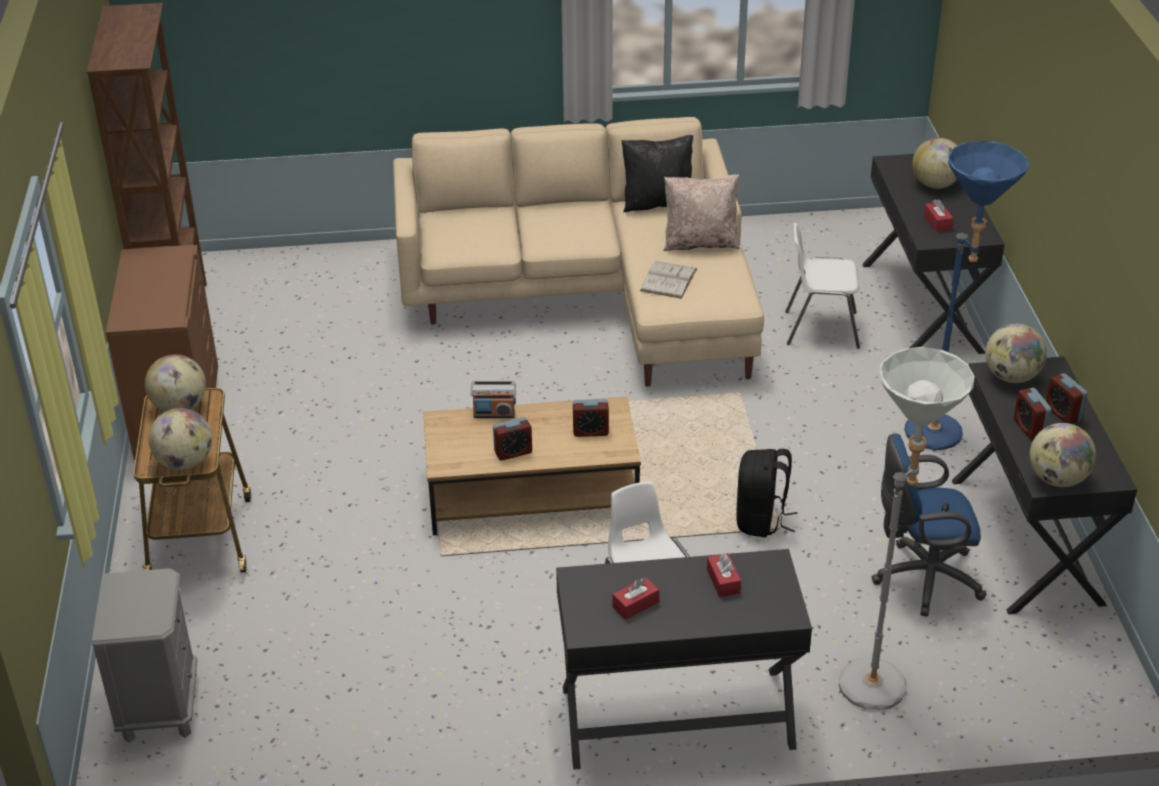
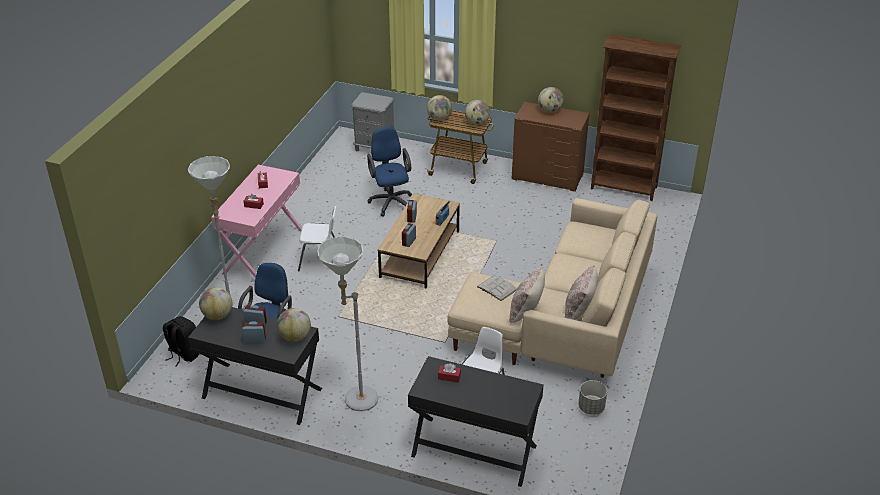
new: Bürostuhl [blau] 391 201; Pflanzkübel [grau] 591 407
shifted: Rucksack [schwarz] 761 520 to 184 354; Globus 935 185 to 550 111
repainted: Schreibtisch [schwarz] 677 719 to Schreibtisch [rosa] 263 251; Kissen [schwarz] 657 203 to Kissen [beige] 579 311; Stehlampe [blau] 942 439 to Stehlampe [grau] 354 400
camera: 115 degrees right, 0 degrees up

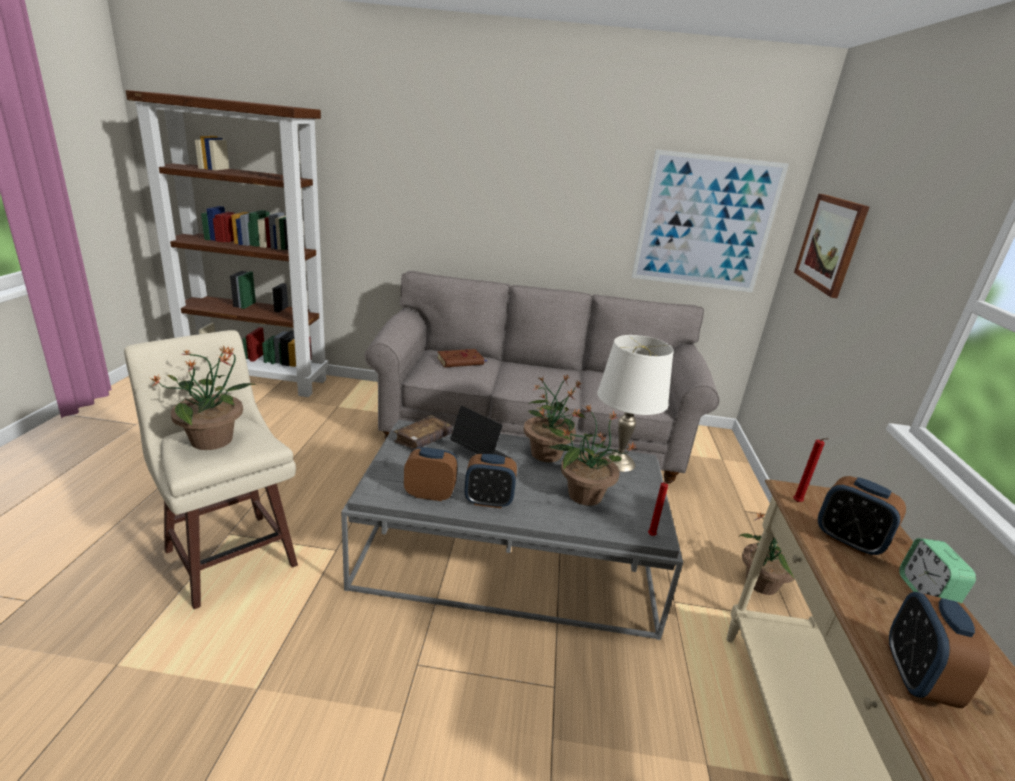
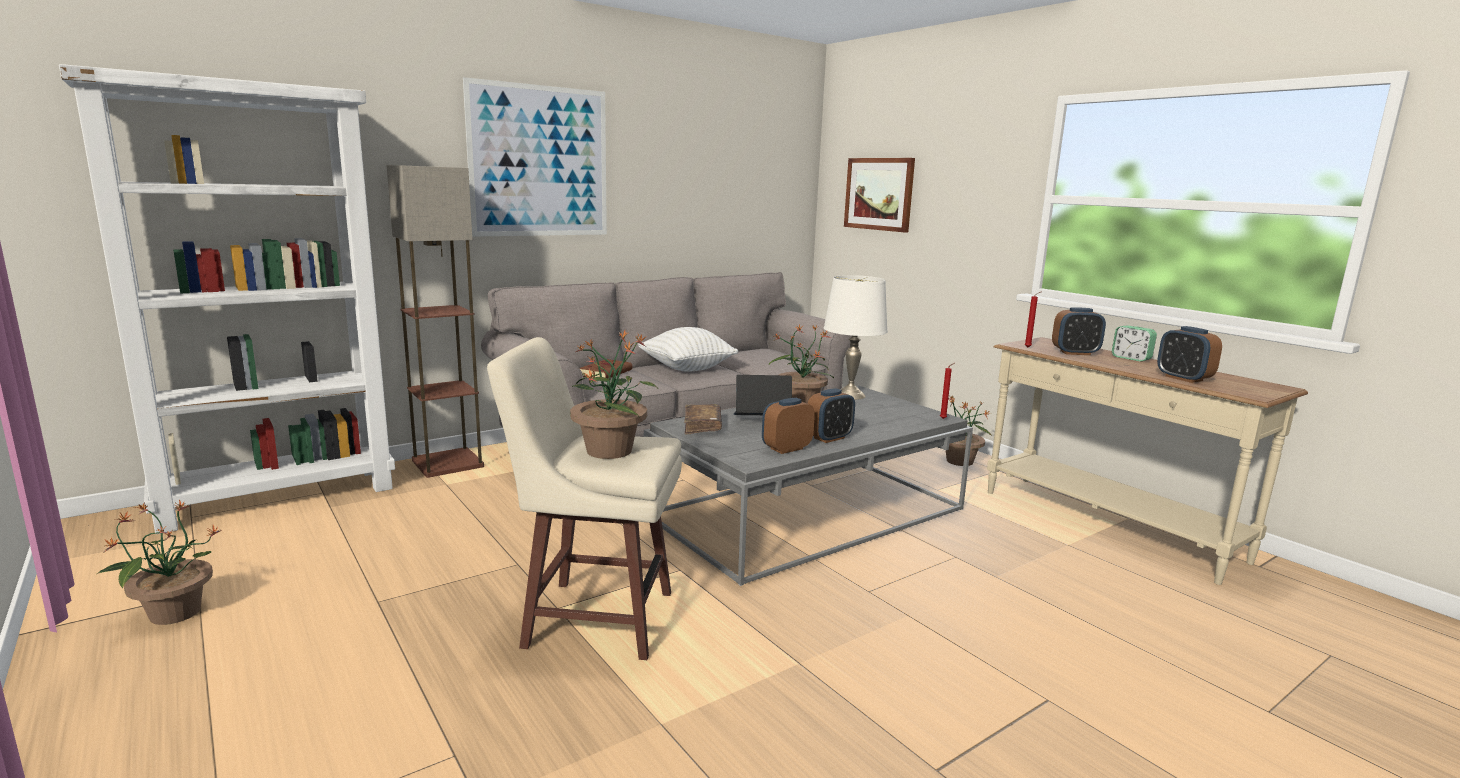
new: Stehlampe 448 463; Kissen [weiß] 687 368
shifted: Topfpflanze 583 494 to 173 613; Bild 705 223 to 539 162
repainted: Bücherregal [braun] 257 379 to Bücherregal [weiß] 280 497
camera: 40 degrees left, 10 degrees down

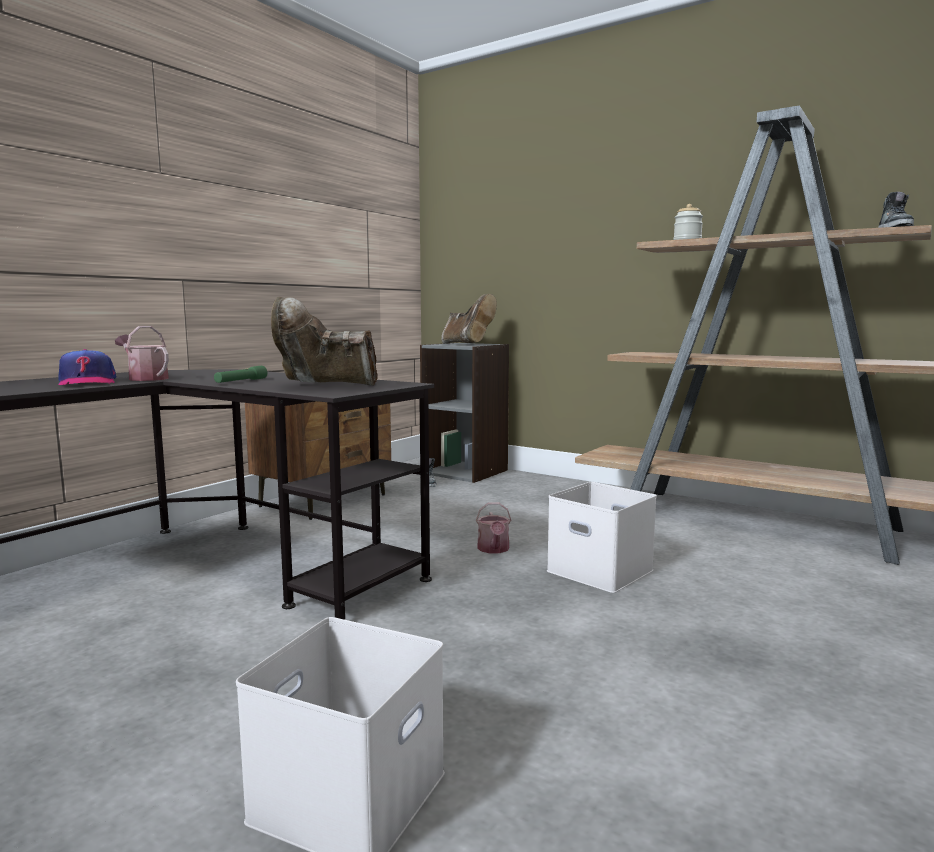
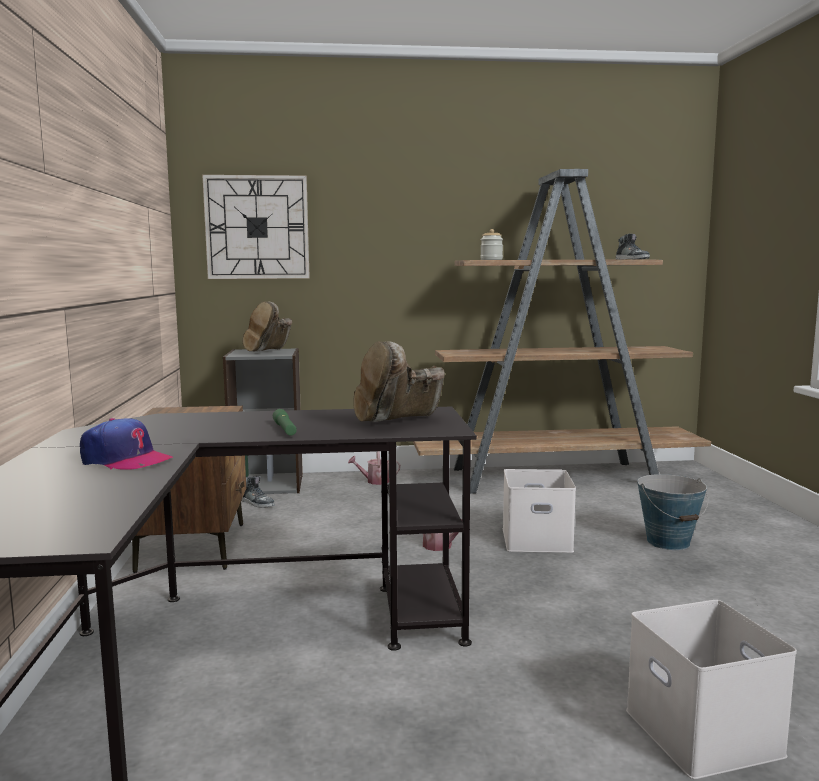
new: Wanduhr 257 227; Eimer 668 542
shifted: Gießkanne 145 378 to 374 481
rotated: Stiefel [braun] 467 344 = 269 352 105 degrees clockwise
camera: 40 degrees left, 0 degrees up

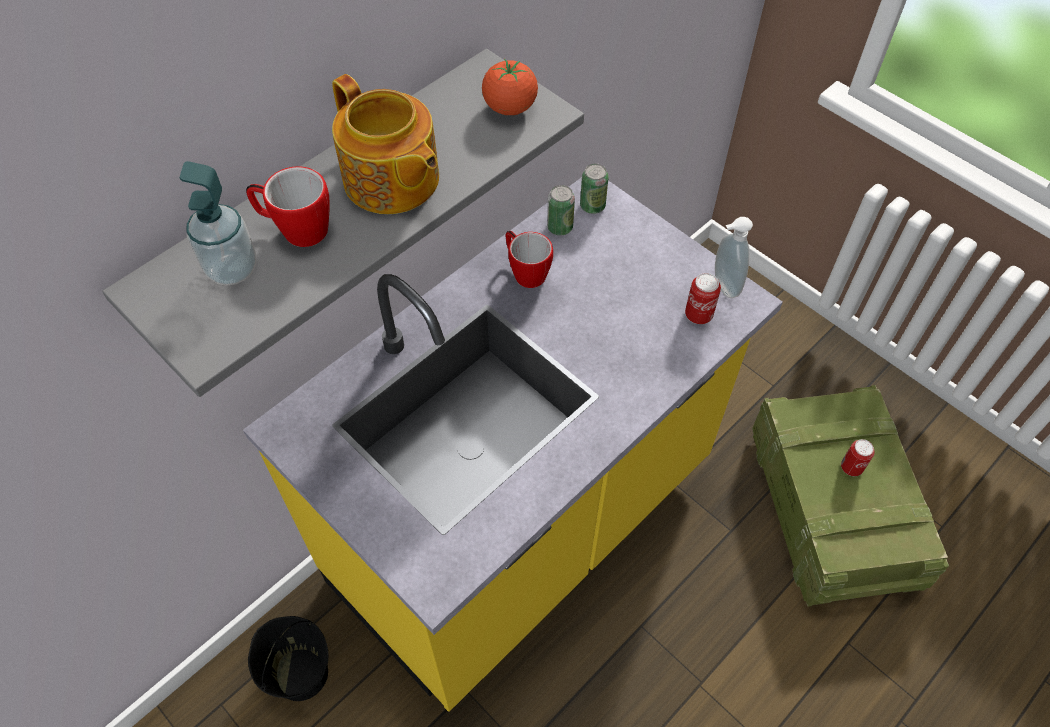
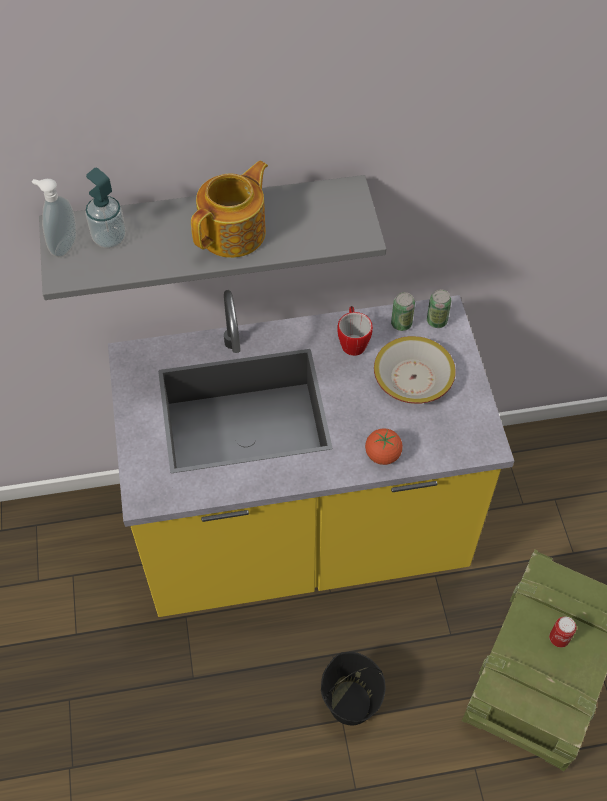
gone: Henkelbecher 296 229; Dose 698 315
new: Schüssel 413 378
shifted: Eimer [schwarz] 300 674 to 350 702; Tomate 510 108 to 382 455; Seifenspender 723 286 to 63 245
rotated: Teekanne 391 181 = 234 232 135 degrees counterclockwise
camera: 35 degrees right, 0 degrees up

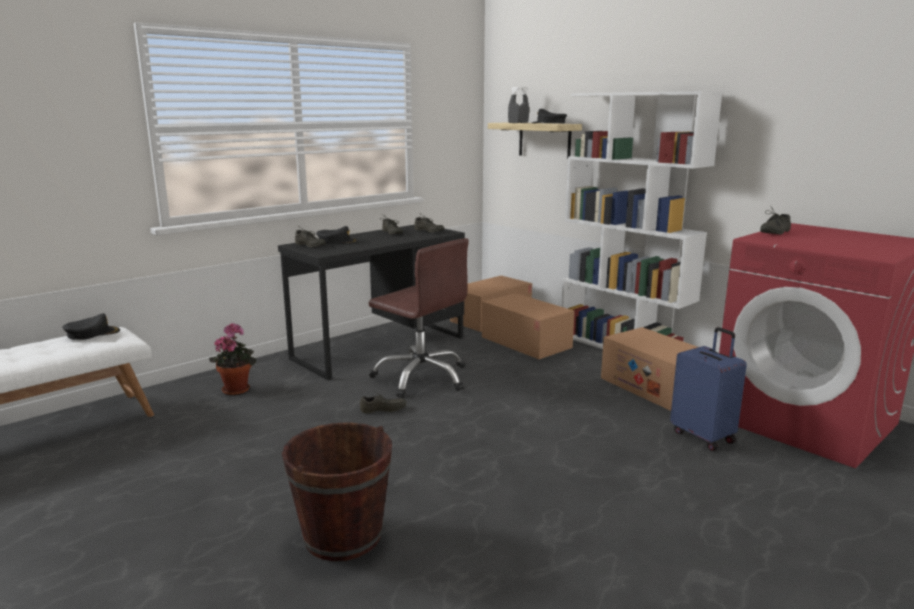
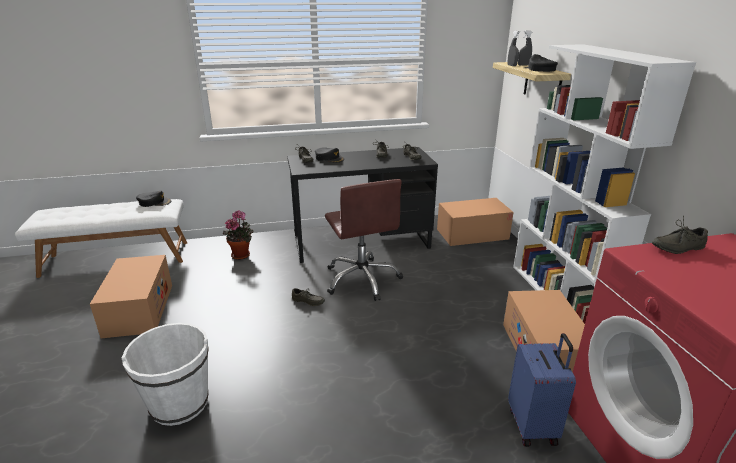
shifted: Karton 526 342 to 139 309
repainted: Eimer [braun] 342 536 to Eimer [weiß] 179 403
camera: 30 degrees right, 10 degrees up

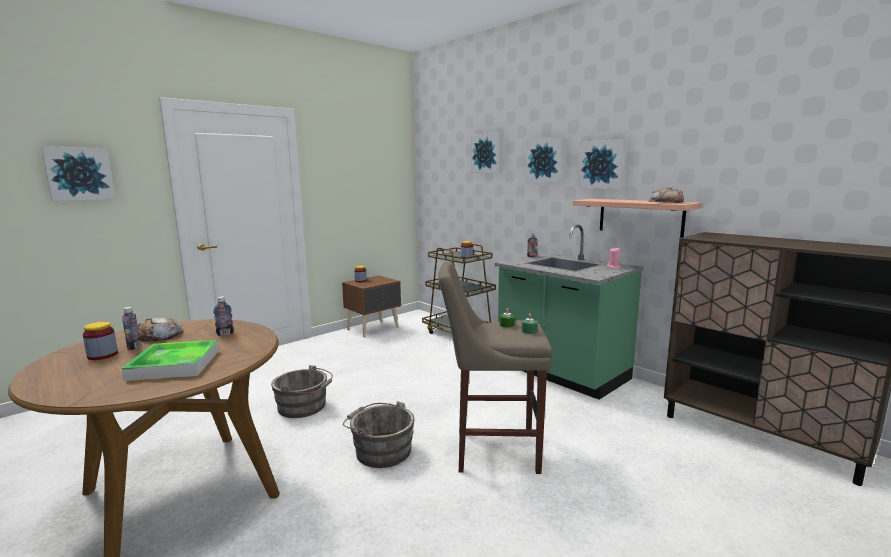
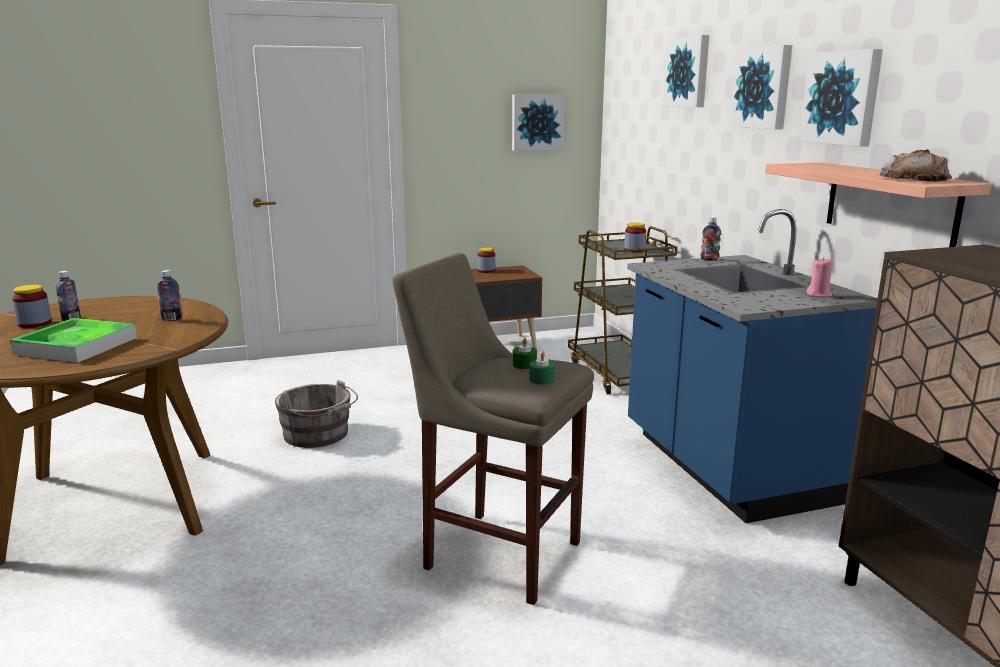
gone: Brot 159 335; Eimer [grau] 380 450
shifted: Bild 79 173 to 537 122
repainted: Küchenzeile [grün] 561 373 to Küchenzeile [blau] 724 467
camera: 25 degrees right, 5 degrees up

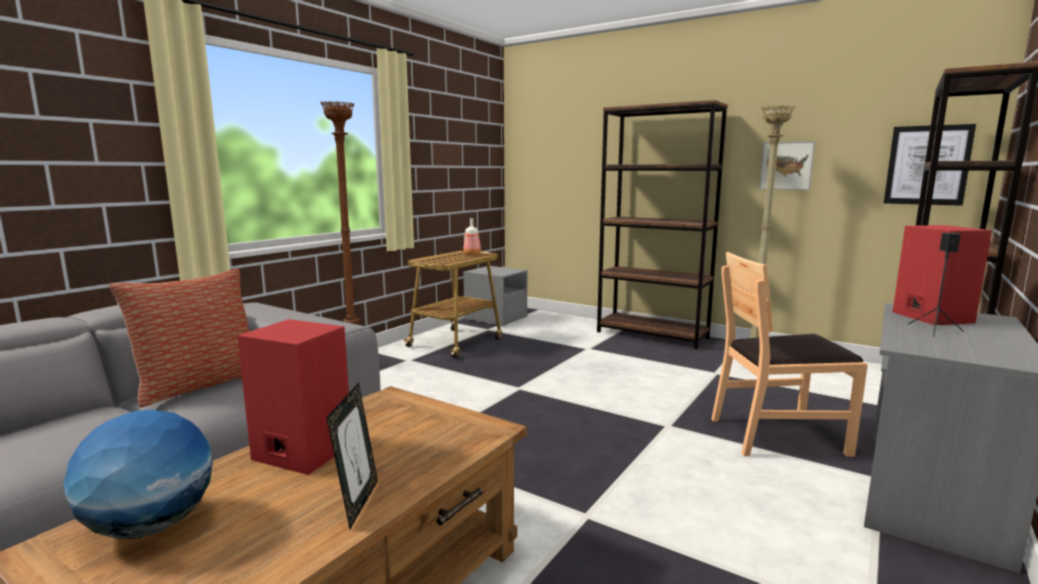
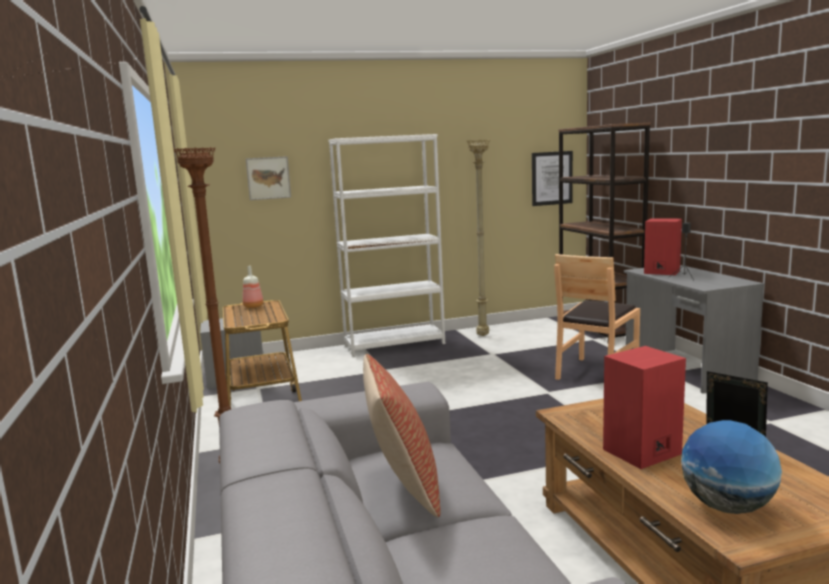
shifted: Bild 786 165 to 268 178
repainted: Bücherregal [braun] 652 335 to Bücherregal [weiß] 394 344
camera: 50 degrees left, 0 degrees up

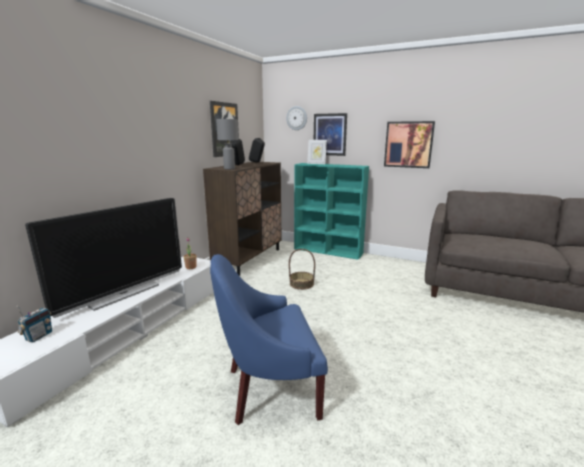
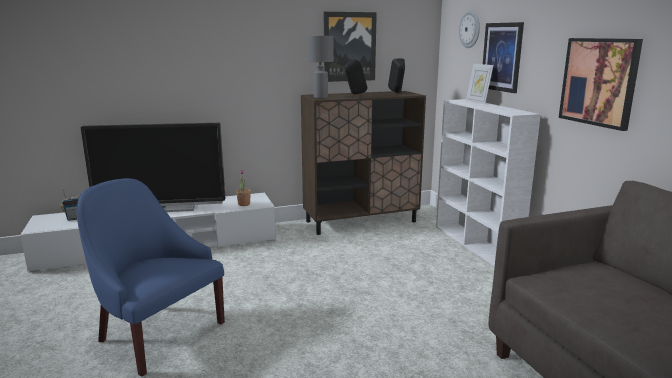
gone: Korb 301 284
repainted: Bücherregal [türkis] 328 251 to Bücherregal [weiß] 476 244
camera: 45 degrees right, 0 degrees up

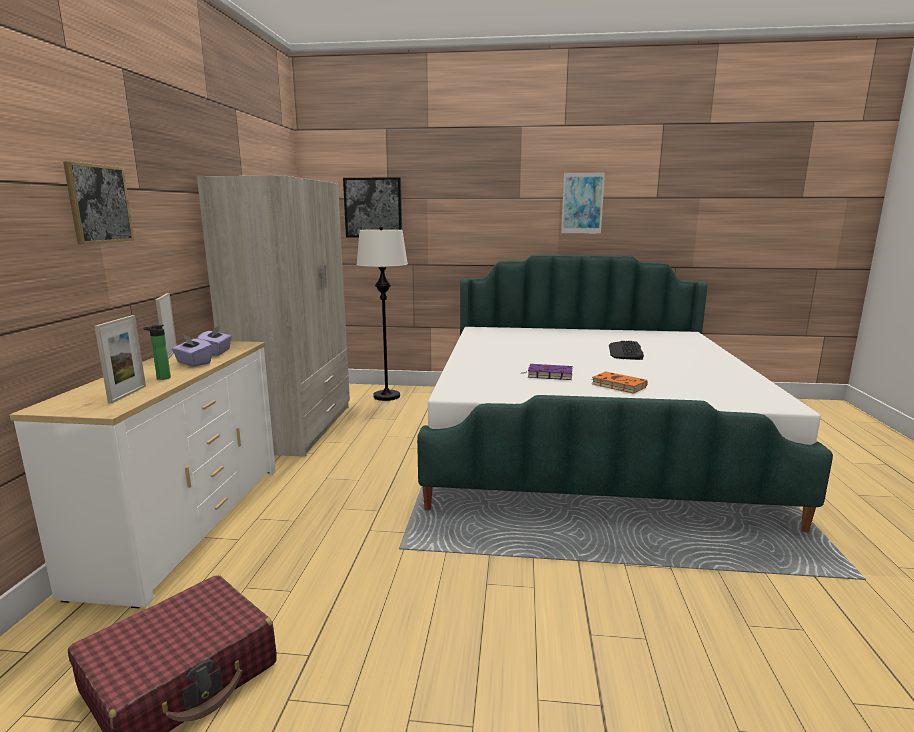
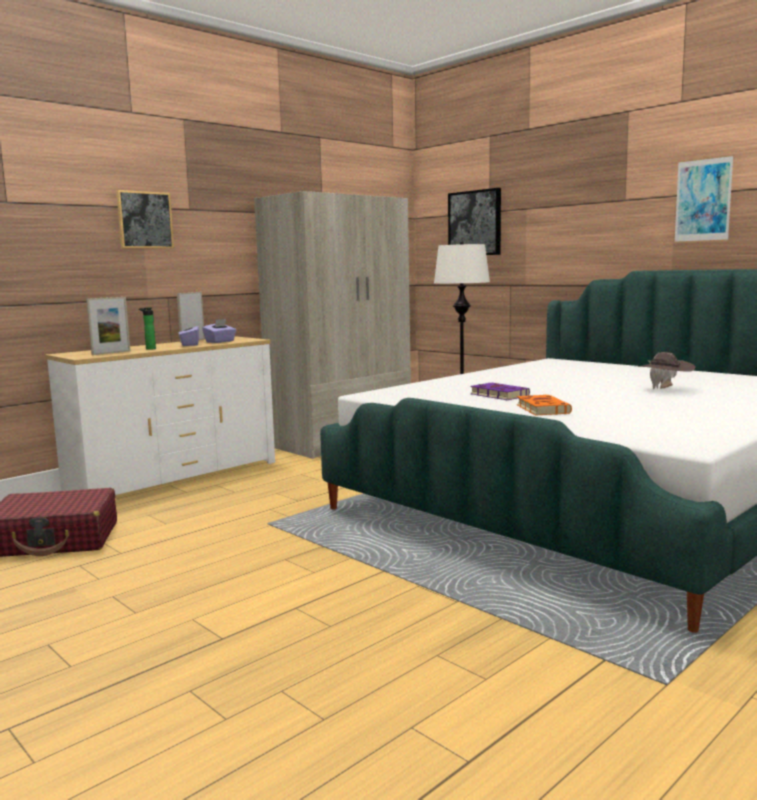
swapped: Tastatur 625 351 to Hut [braun] 663 389
camera: 40 degrees right, 5 degrees down

